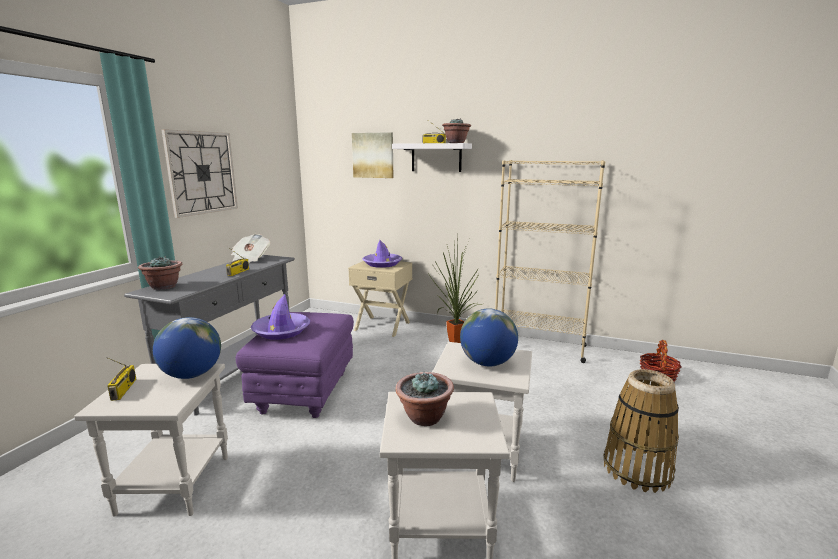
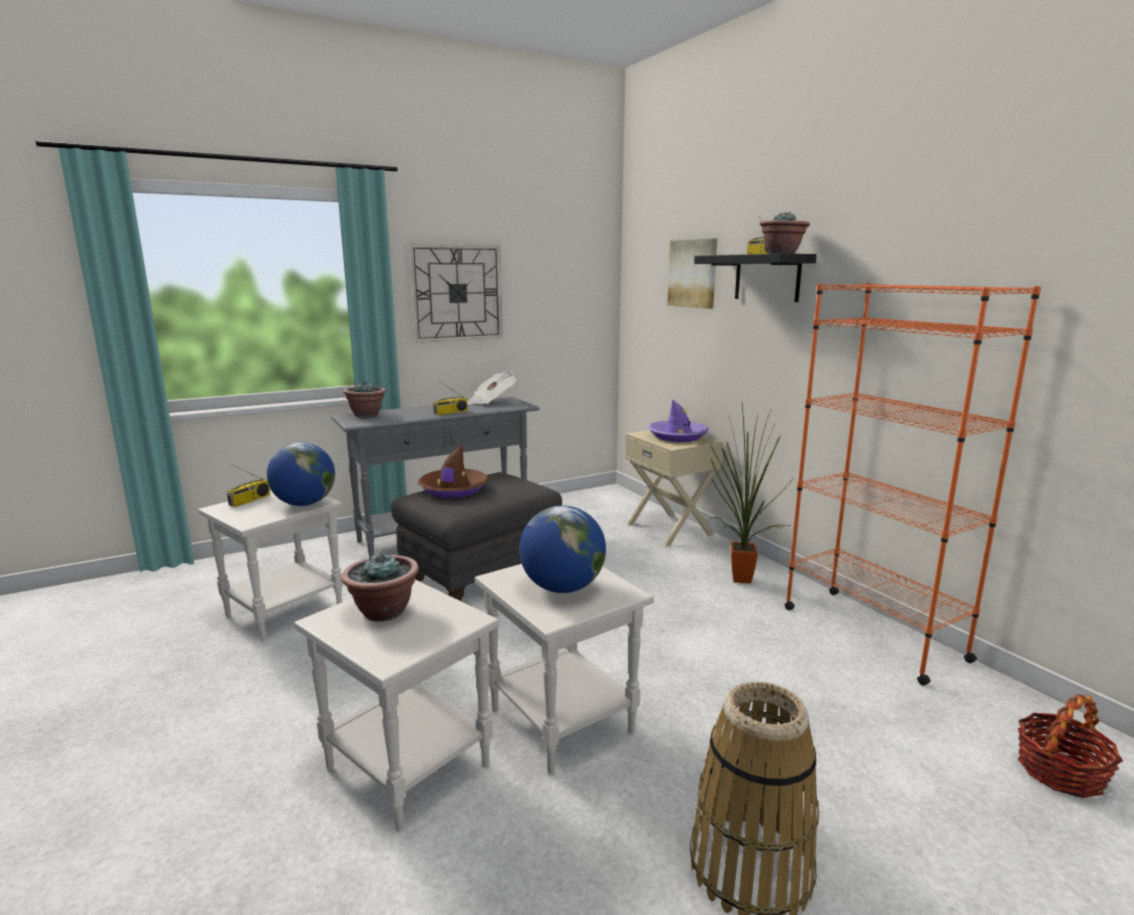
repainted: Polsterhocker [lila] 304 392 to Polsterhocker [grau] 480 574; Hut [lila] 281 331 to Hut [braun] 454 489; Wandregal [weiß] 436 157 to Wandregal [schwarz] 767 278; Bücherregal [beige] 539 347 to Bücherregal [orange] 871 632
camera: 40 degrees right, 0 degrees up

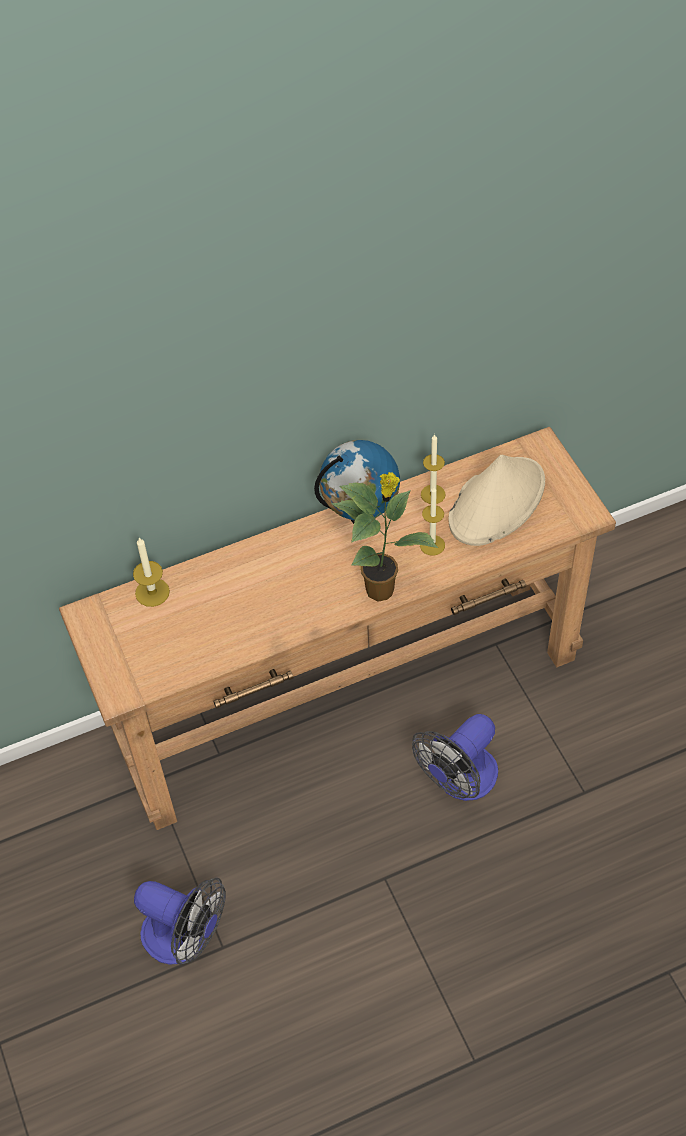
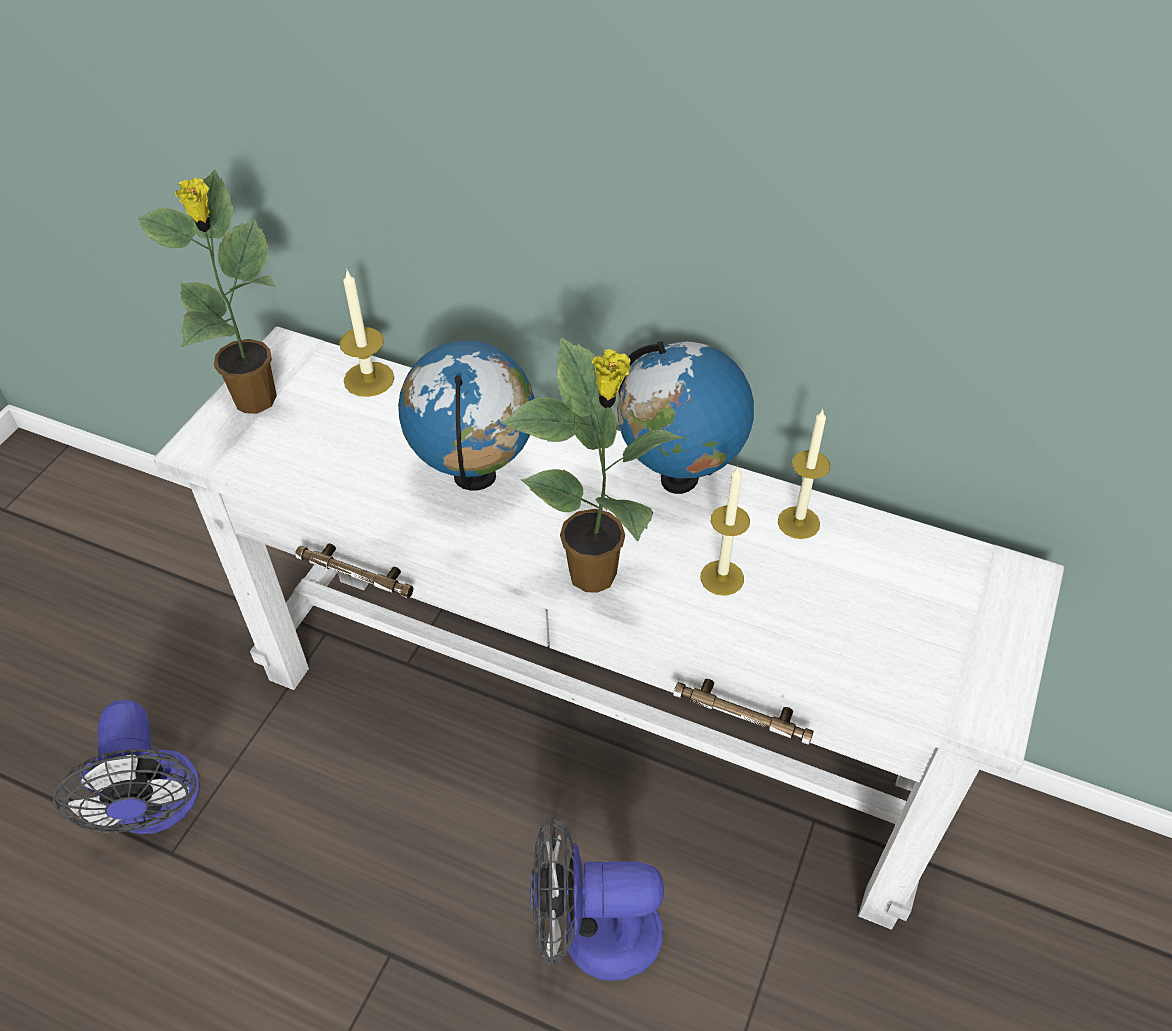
gone: Hut [beige] 497 502
new: Topfpflanze 256 401; Globus 475 477
repainted: Konsolentisch [braun] 349 696 to Konsolentisch [weiß] 590 725
camera: 45 degrees right, 5 degrees down

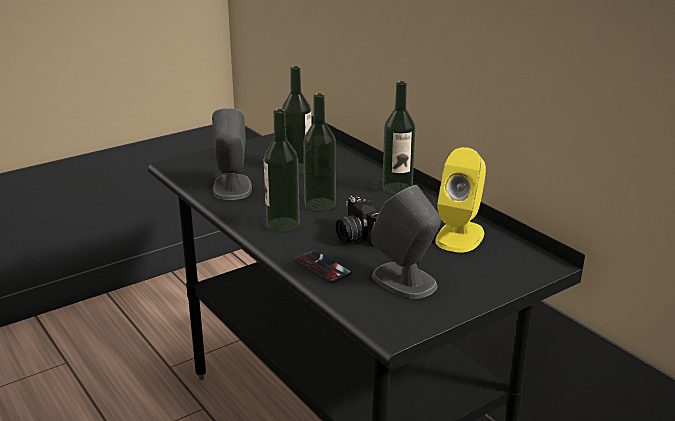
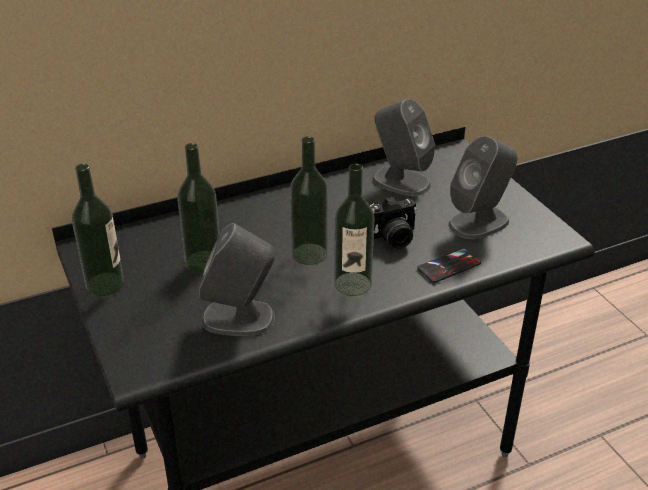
shifted: Flasche 397 188 to 105 284
repainted: Lautsprecher [gelb] 460 236 to Lautsprecher [grau] 400 181
camera: 80 degrees left, 10 degrees up

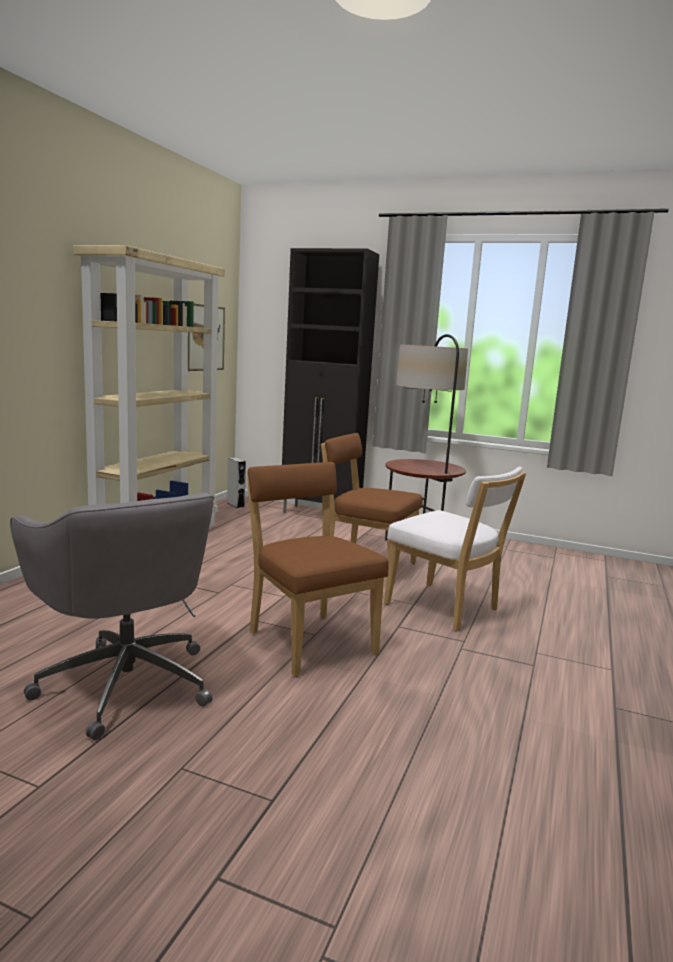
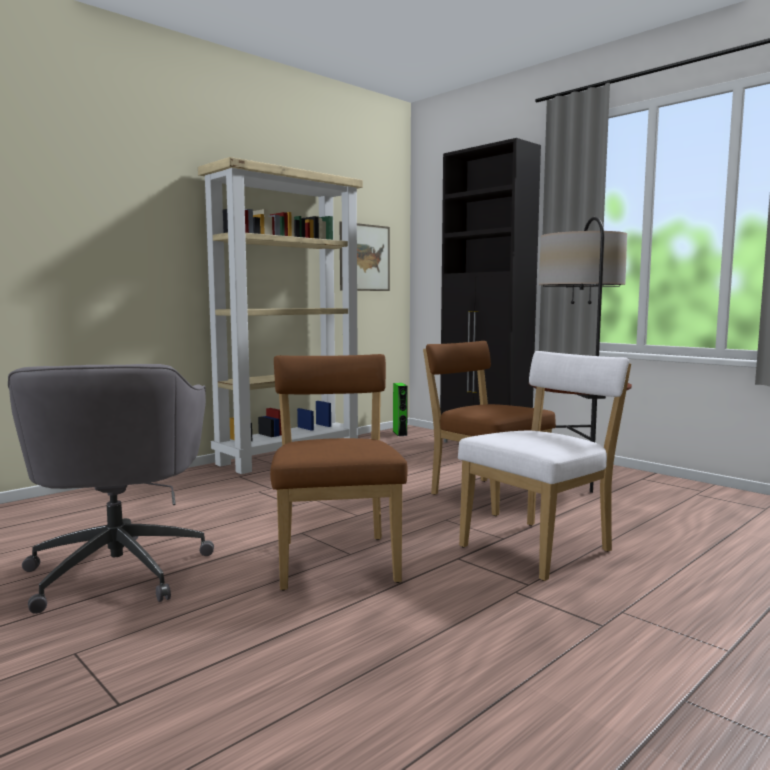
repainted: Lautsprecher [grau] 235 505 to Lautsprecher [grün] 400 433
rotated: Stuhl [weiß] 446 608 = 541 547 105 degrees counterclockwise
camera: 25 degrees right, 5 degrees down

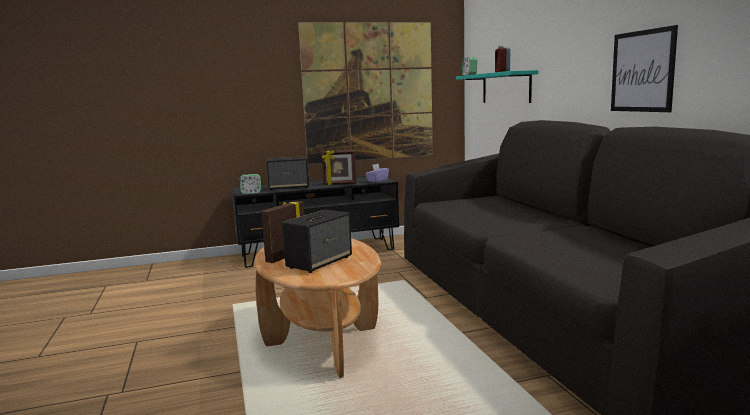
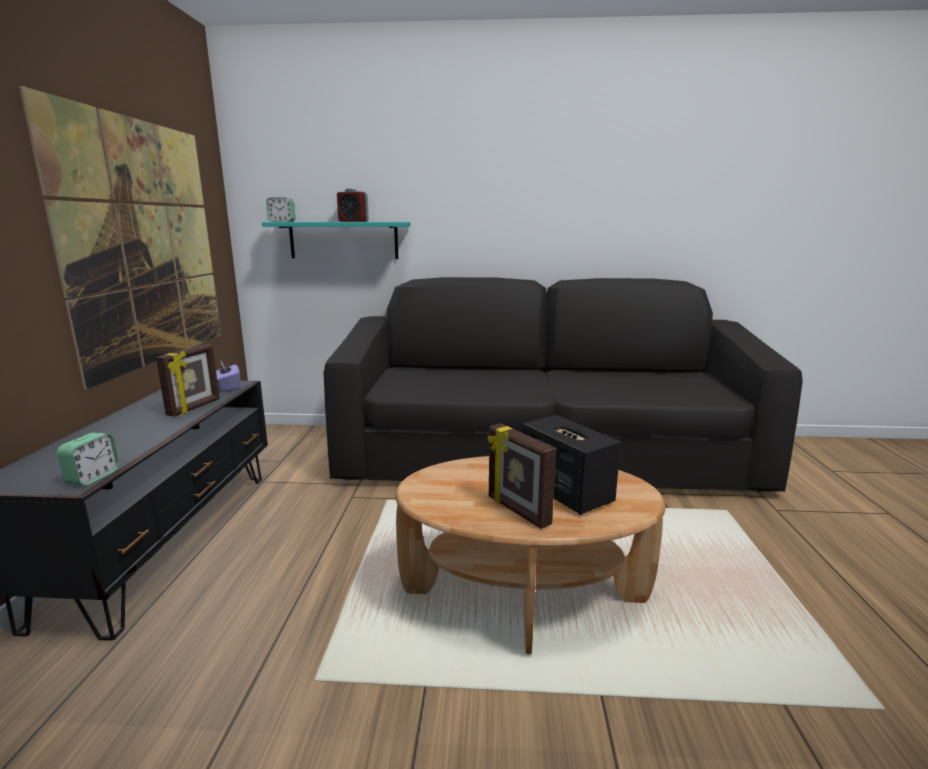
gone: Lautsprecher 289 187; Bild 642 71
camera: 70 degrees left, 5 degrees up

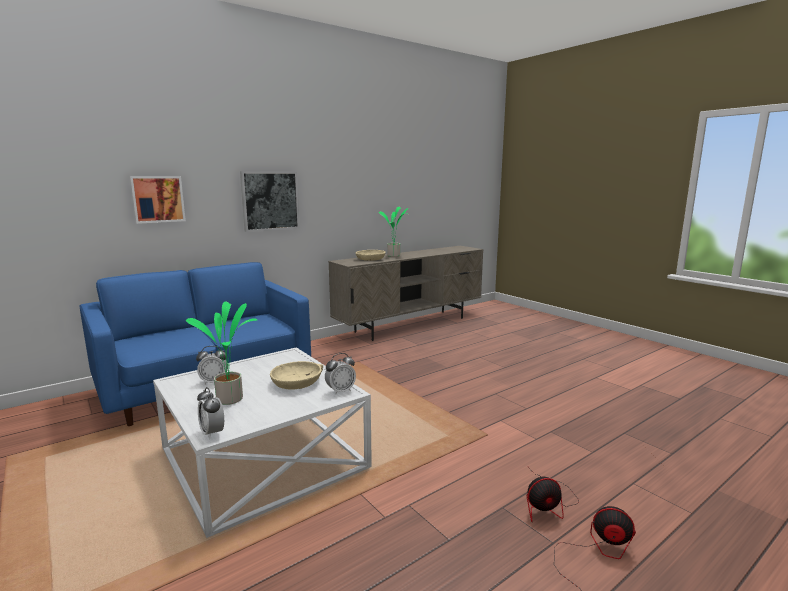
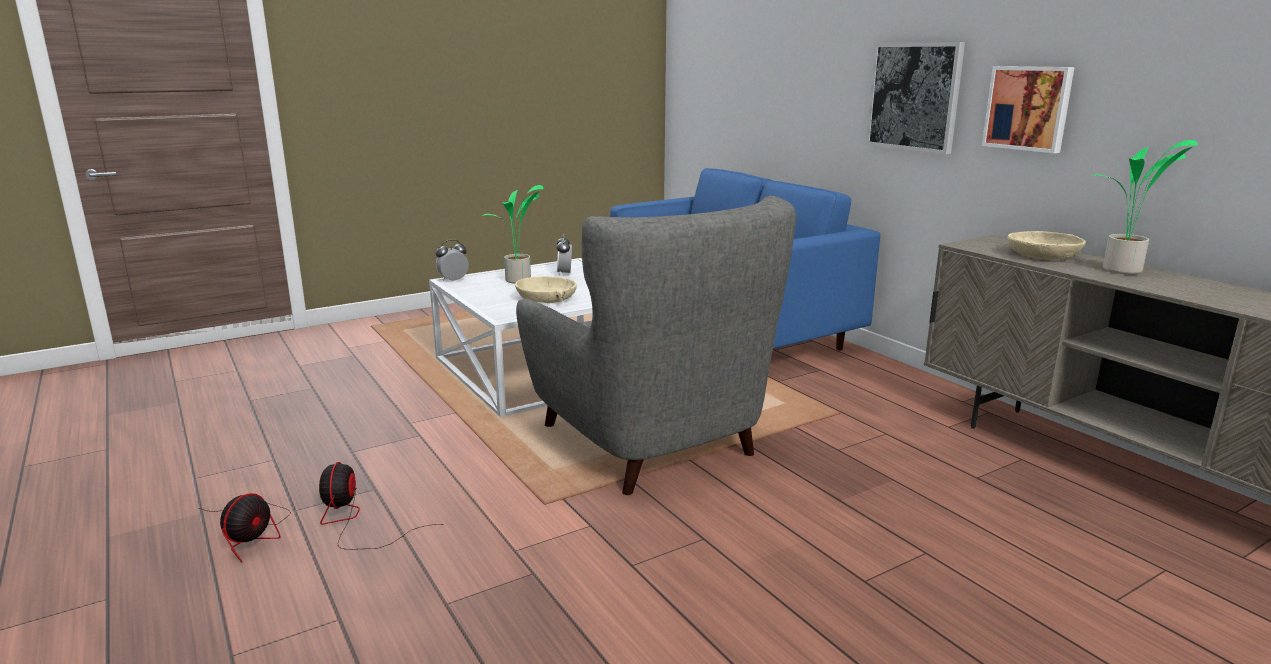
gone: Wecker 340 391
new: Sessel [grau] 650 443
shifted: Bild 157 199 to 1028 108
camera: 95 degrees right, 5 degrees up

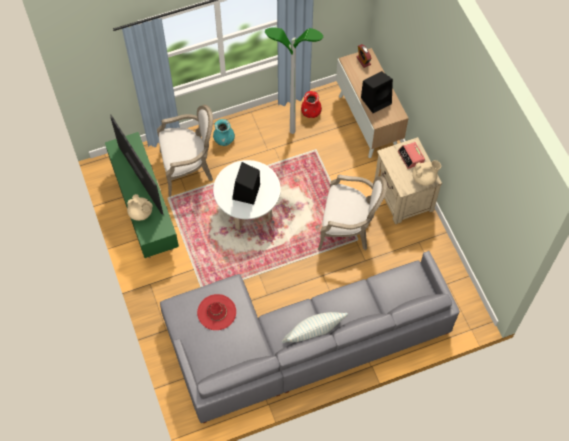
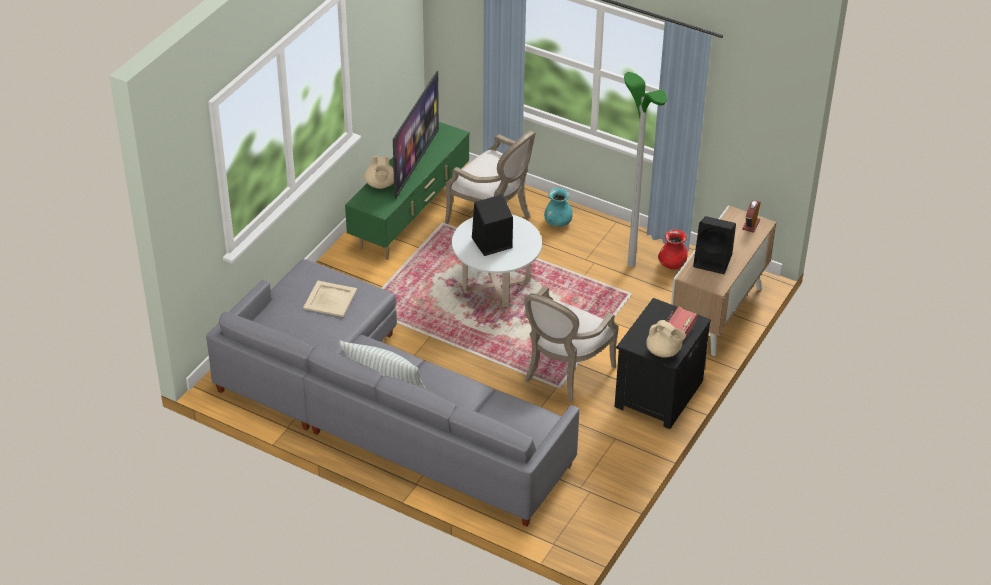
swapped: Hut [rot] 216 312 to Tablett [beige] 330 299
repainted: Nachttisch [beige] 403 197 to Nachttisch [schwarz] 657 394
rotated: Sessel 348 229 = 562 373 60 degrees clockwise
camera: 50 degrees right, 20 degrees down

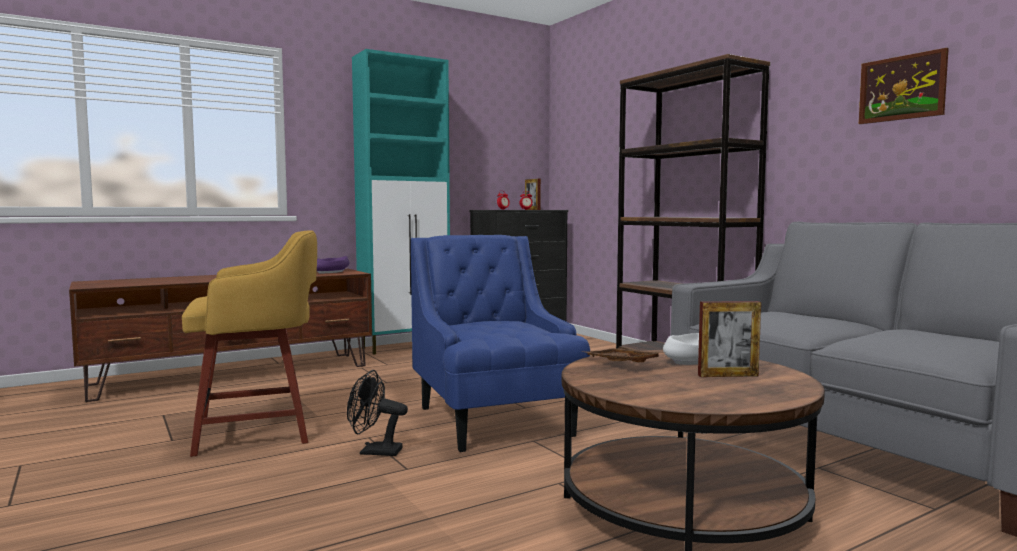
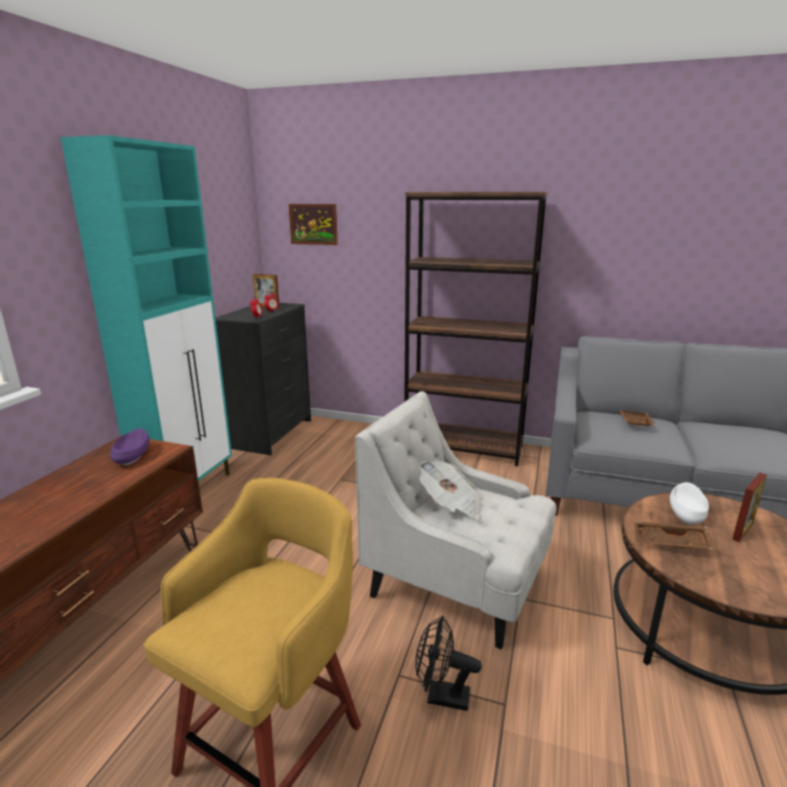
new: Zeitung 451 504; Tablett [braun] 634 423
shifted: Bild 902 88 to 313 224
repainted: Sessel [blau] 495 422 to Sessel [weiß] 456 586
rotated: Ventilator [schwarz] 374 452 = 441 696 45 degrees clockwise
camera: 40 degrees left, 15 degrees up

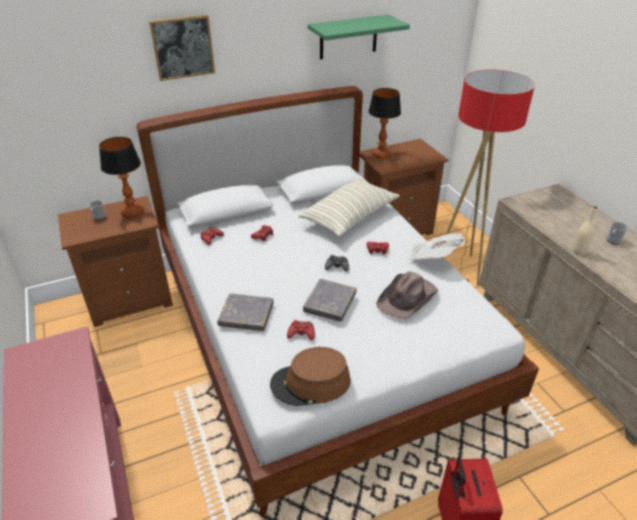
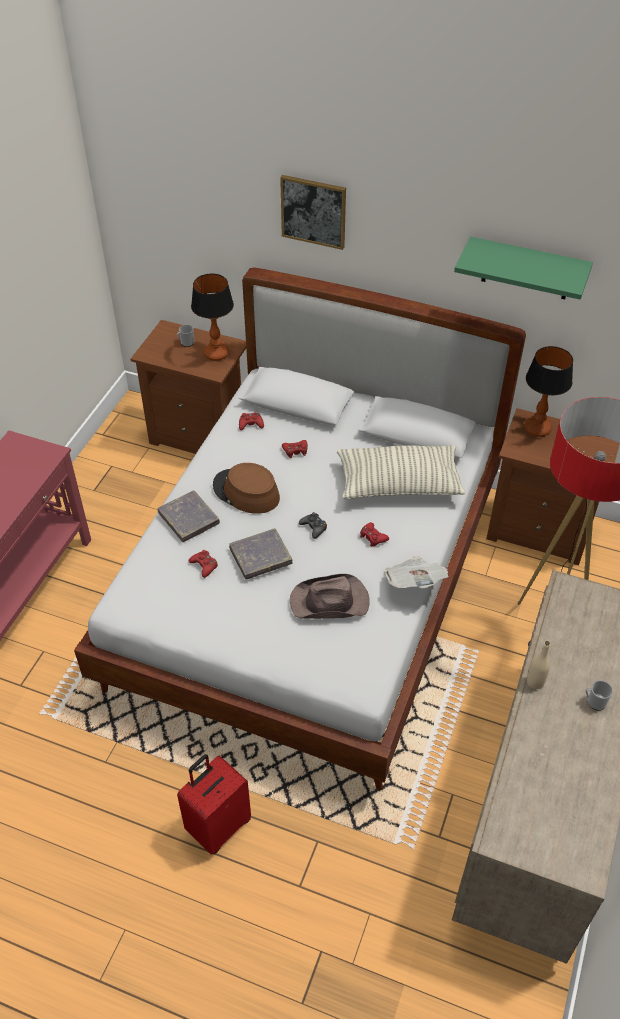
shifted: Hut [braun] 310 383 to 246 492
camera: 45 degrees right, 10 degrees up

